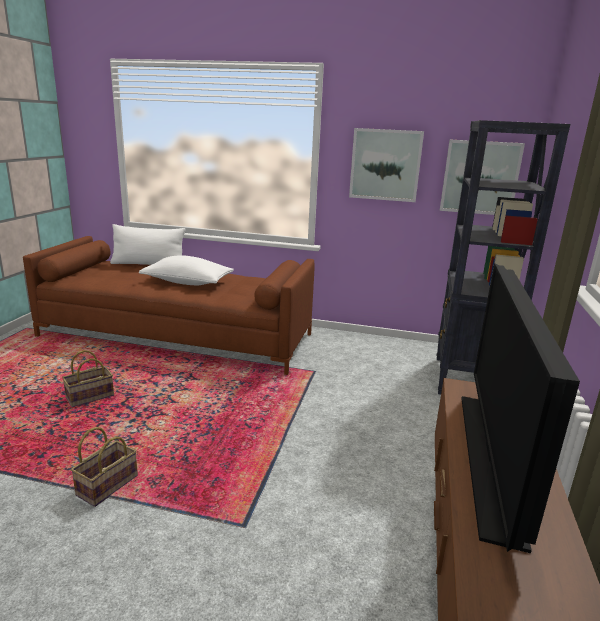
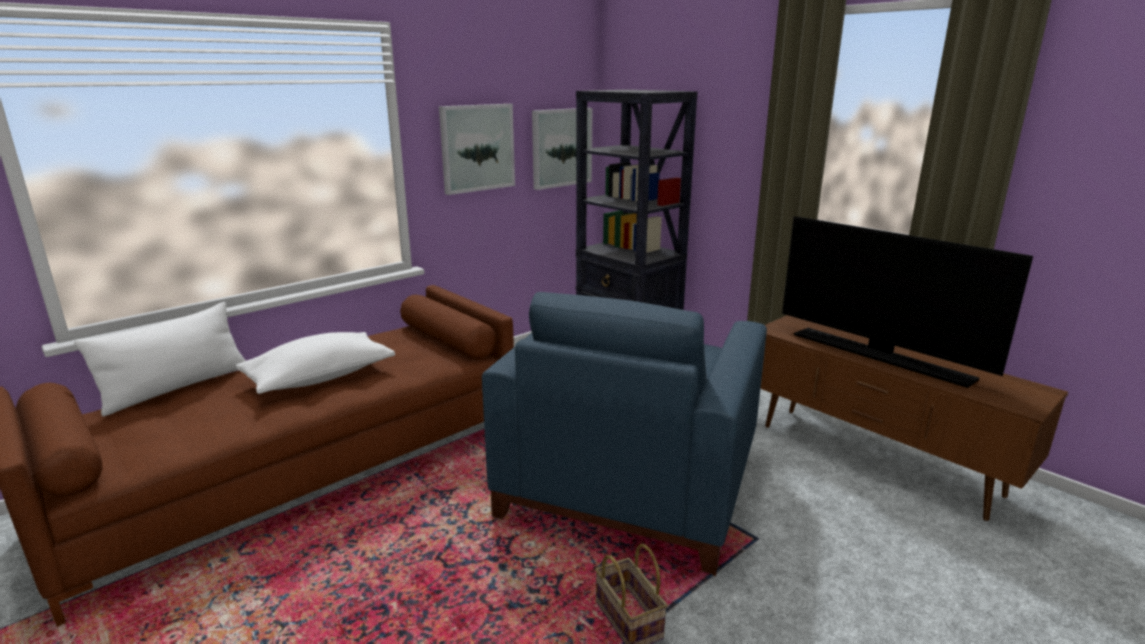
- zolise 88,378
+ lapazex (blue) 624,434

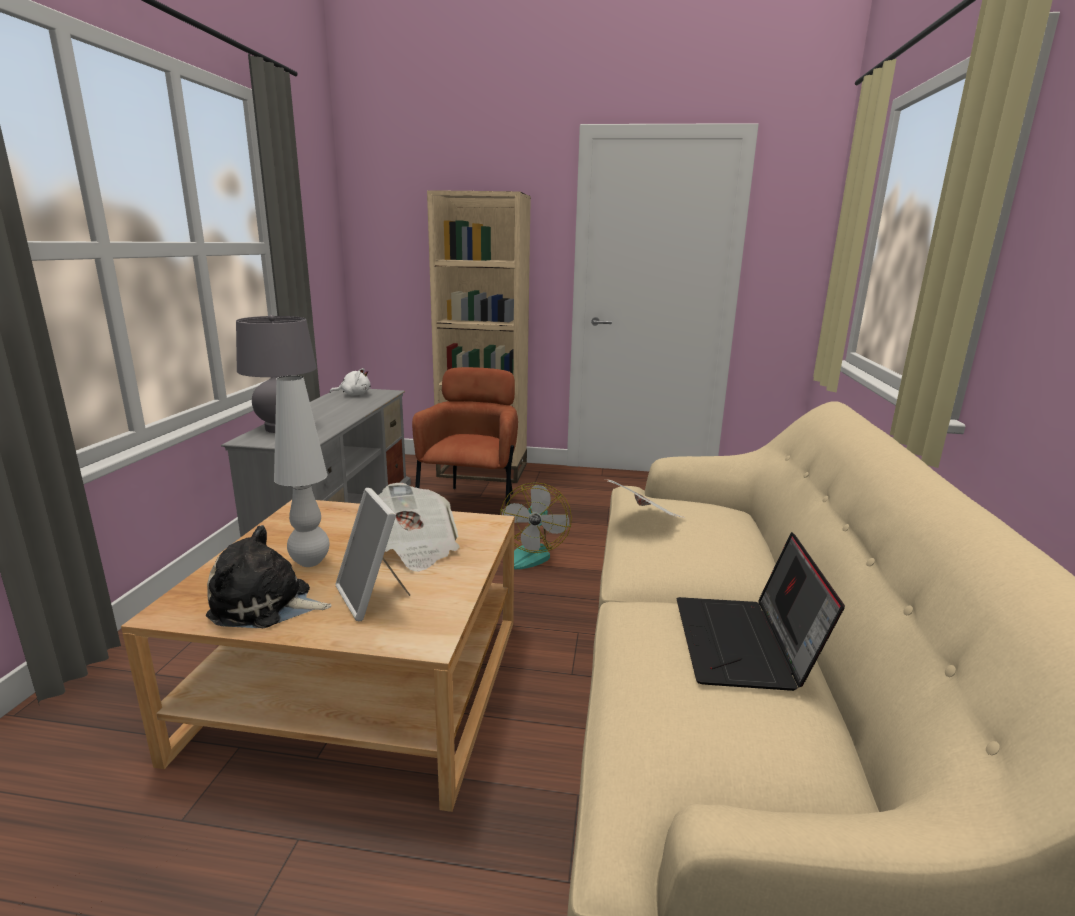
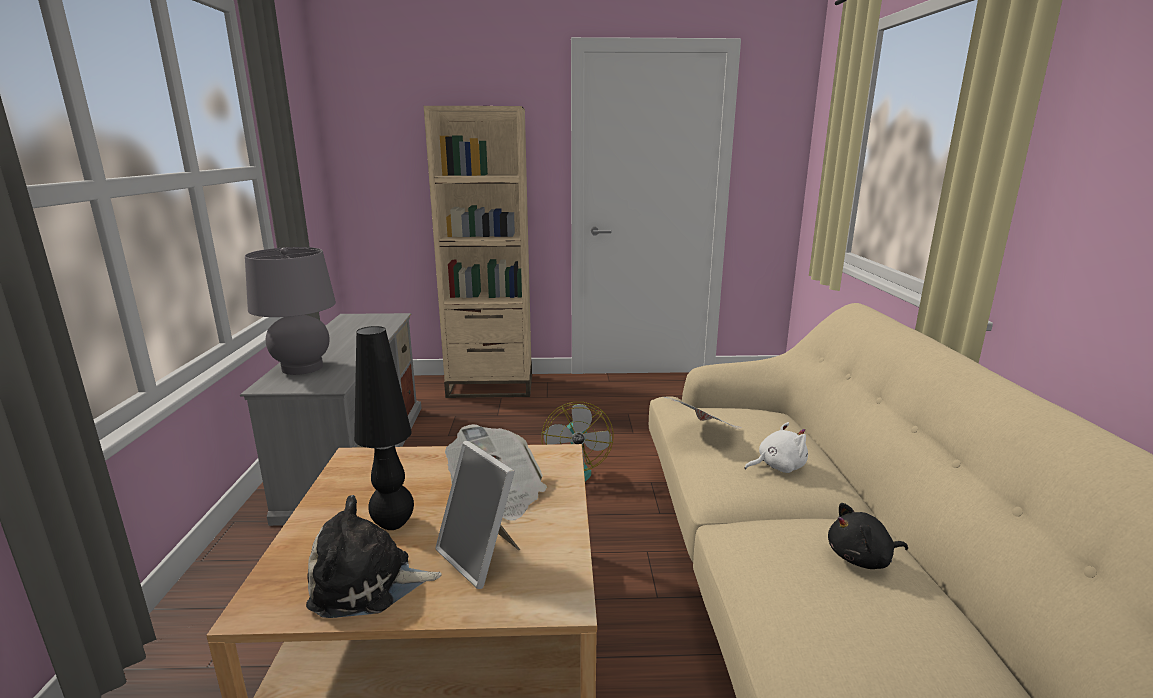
- lapazex (brown) 465,436
~ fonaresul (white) 350,381 to 776,447
~ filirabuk 760,611 to fonaresul (black) 868,536
~ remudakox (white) 301,471 to remudakox (black) 384,428

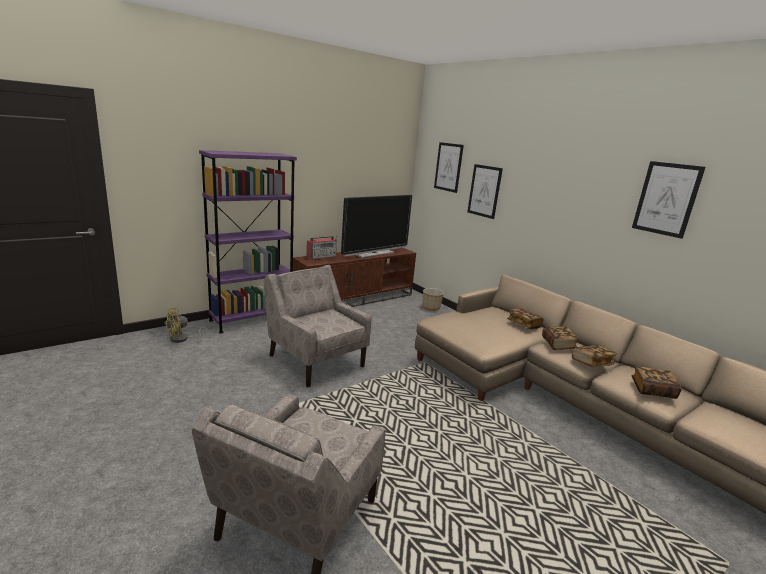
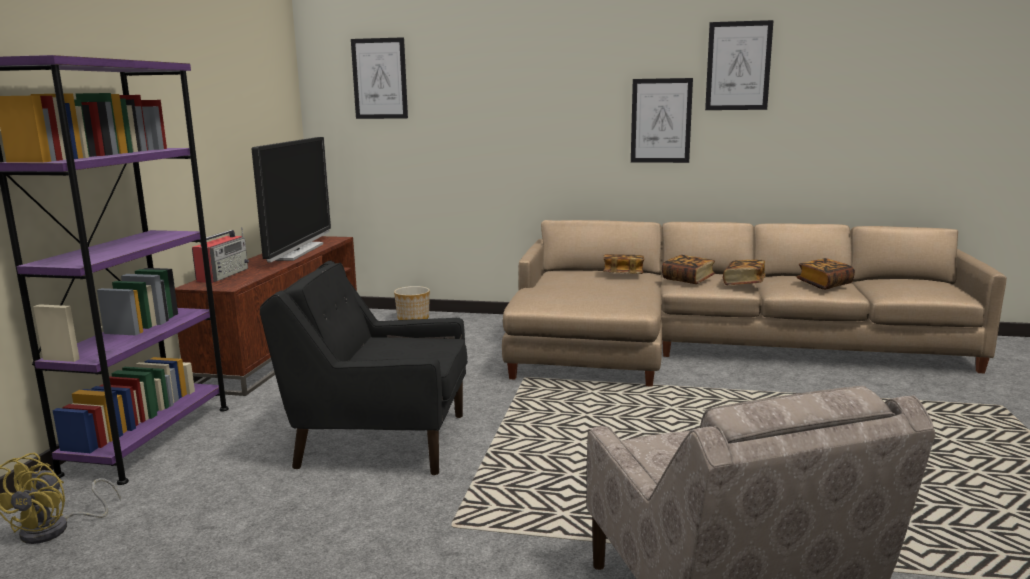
~ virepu 485,191 to 662,120
~ lapazex (beige) 317,326 to lapazex (black) 364,367

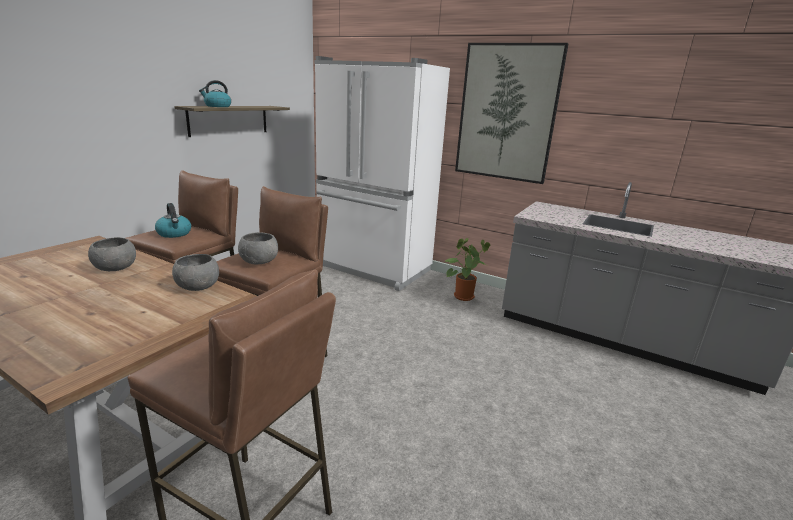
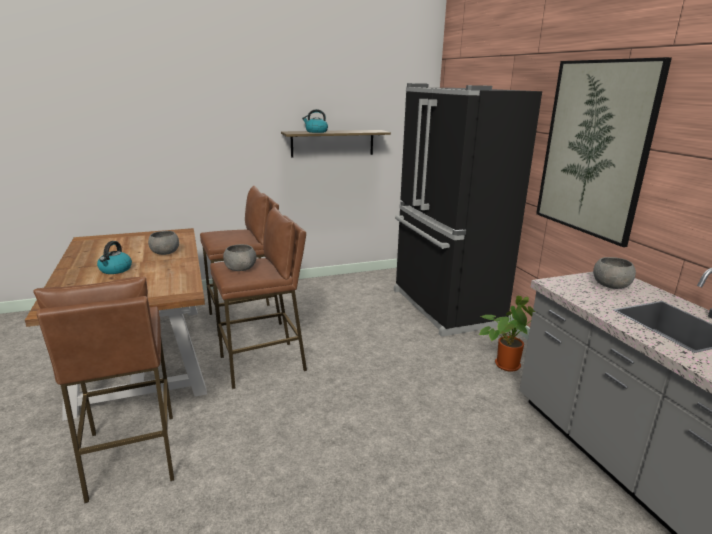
~ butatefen 173,220 to 114,257
~ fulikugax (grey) 195,272 to 614,273
~ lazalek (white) 382,173 to lazalek (black) 468,210

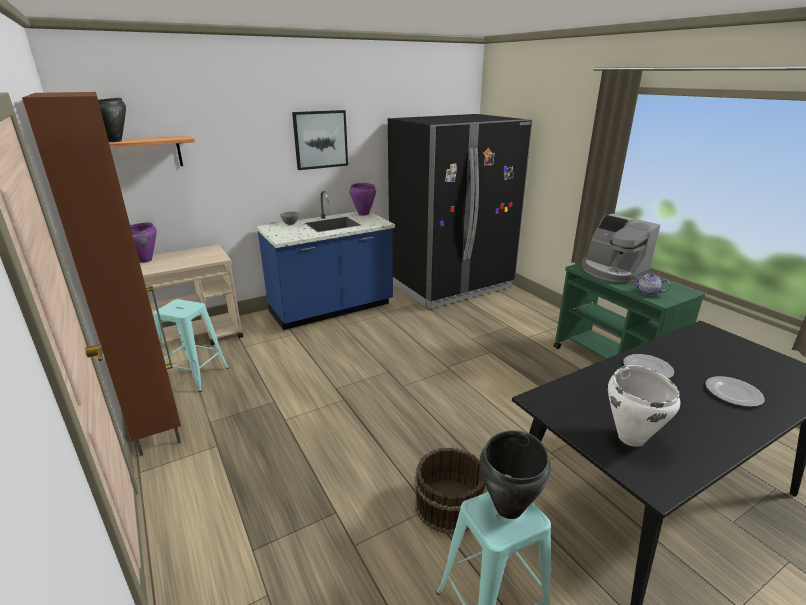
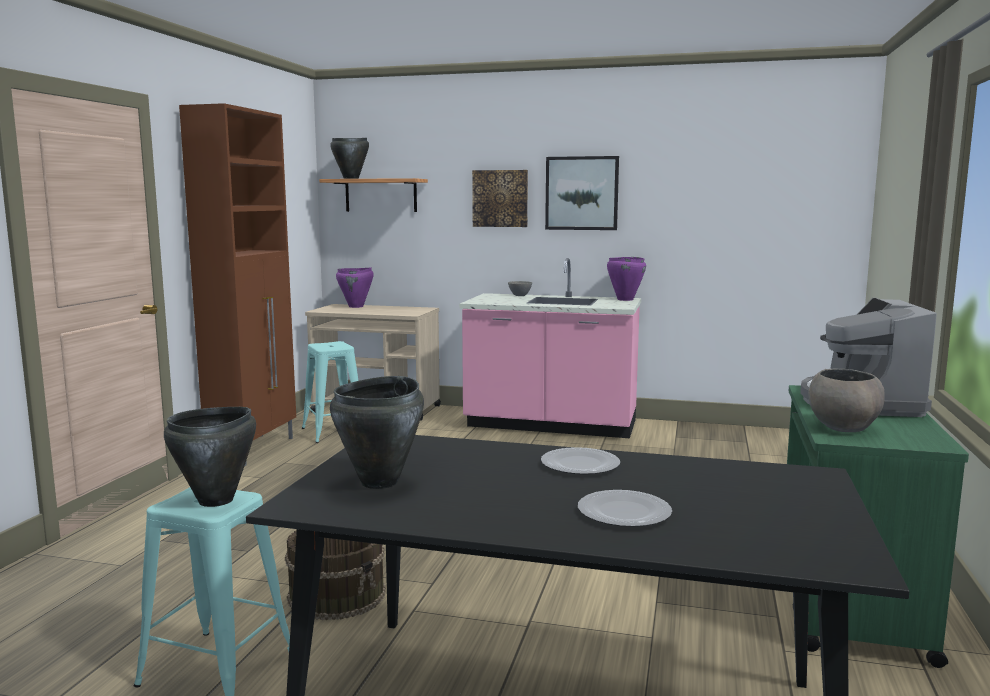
- lazalek (black) 460,211
+ virepu 500,198
~ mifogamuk 651,284 to fulikugax (grey) 846,400
~ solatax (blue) 325,260 to solatax (pink) 550,348
~ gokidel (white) 644,406 to gokidel (black) 377,432

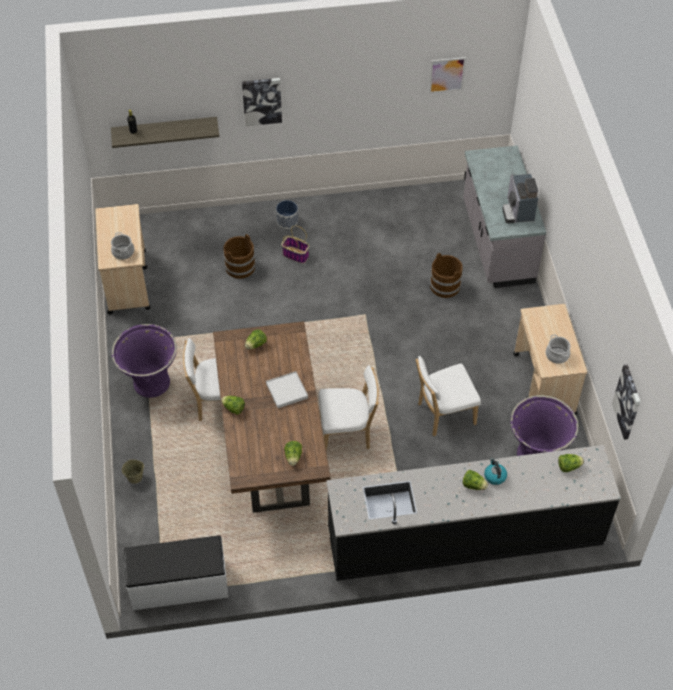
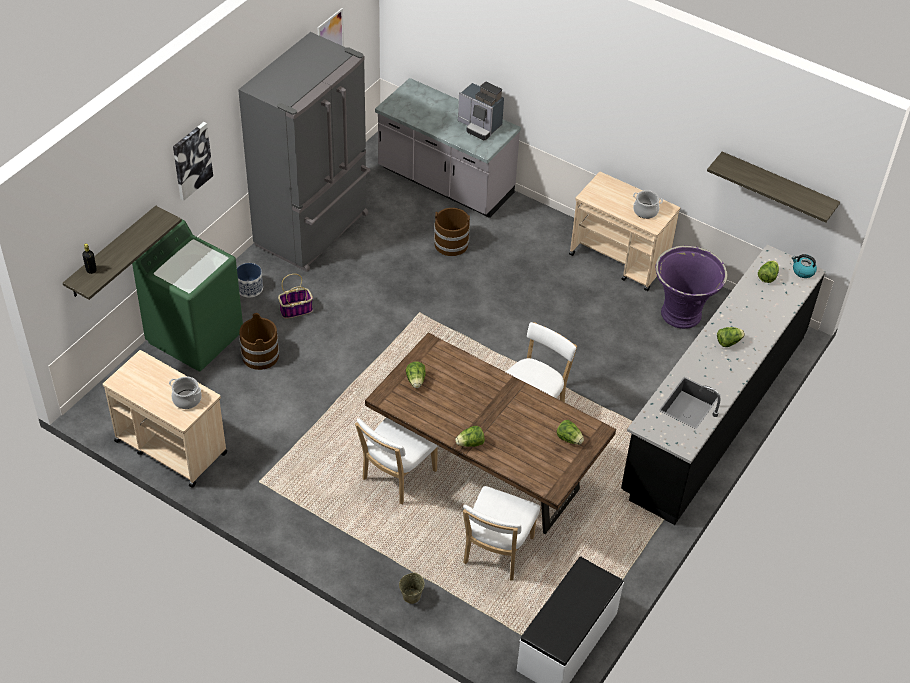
- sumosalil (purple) 144,361
- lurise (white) 287,389
+ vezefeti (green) 187,295
+ lazalek (grey) 304,152
~ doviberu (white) 448,396 to 501,533
~ butatefen 495,471 to 804,266
~ virepu 626,402 to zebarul 773,187

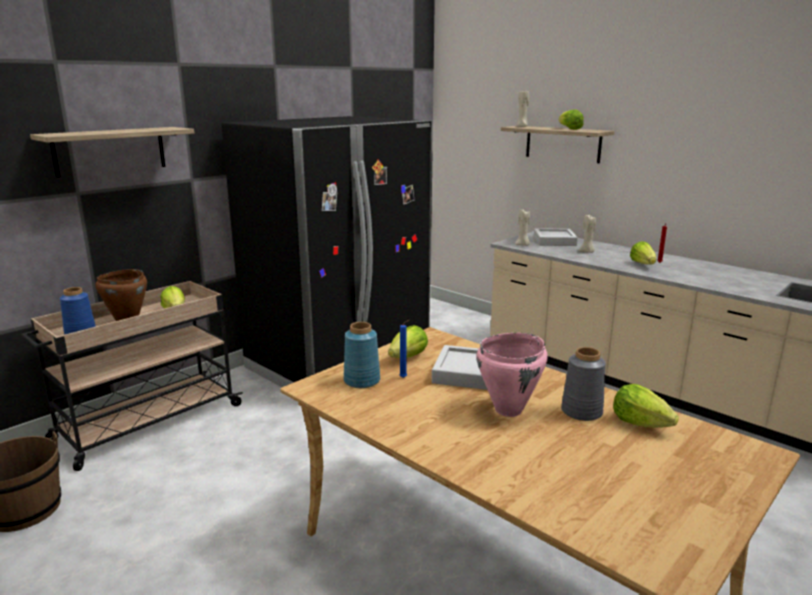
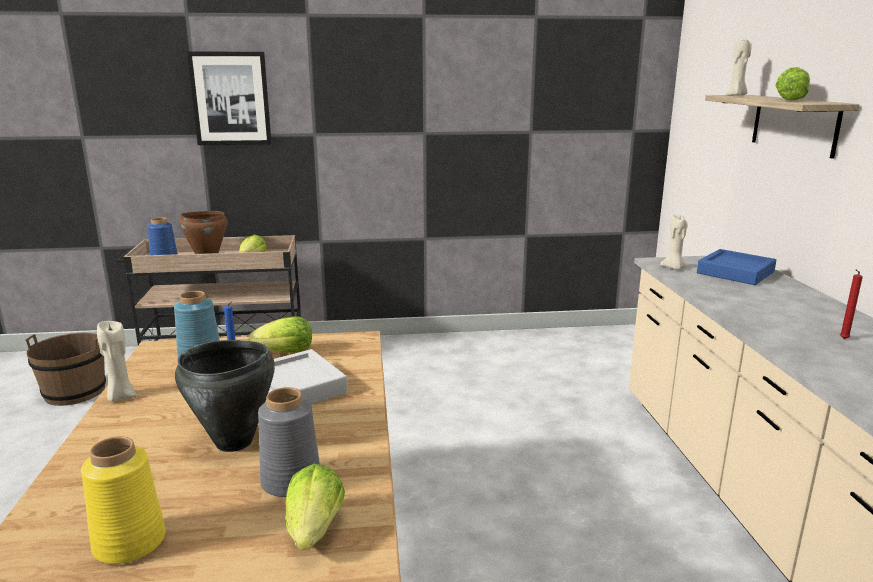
- lazalek (black) 326,251
- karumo 643,252
+ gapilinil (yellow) 123,500
~ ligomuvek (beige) 587,234 to 117,361
~ zebarul 112,152 to virepu 229,98
~ gokidel (pink) 512,375 to gokidel (black) 225,396
~ lurise (grey) 556,237 to lurise (blue) 736,267

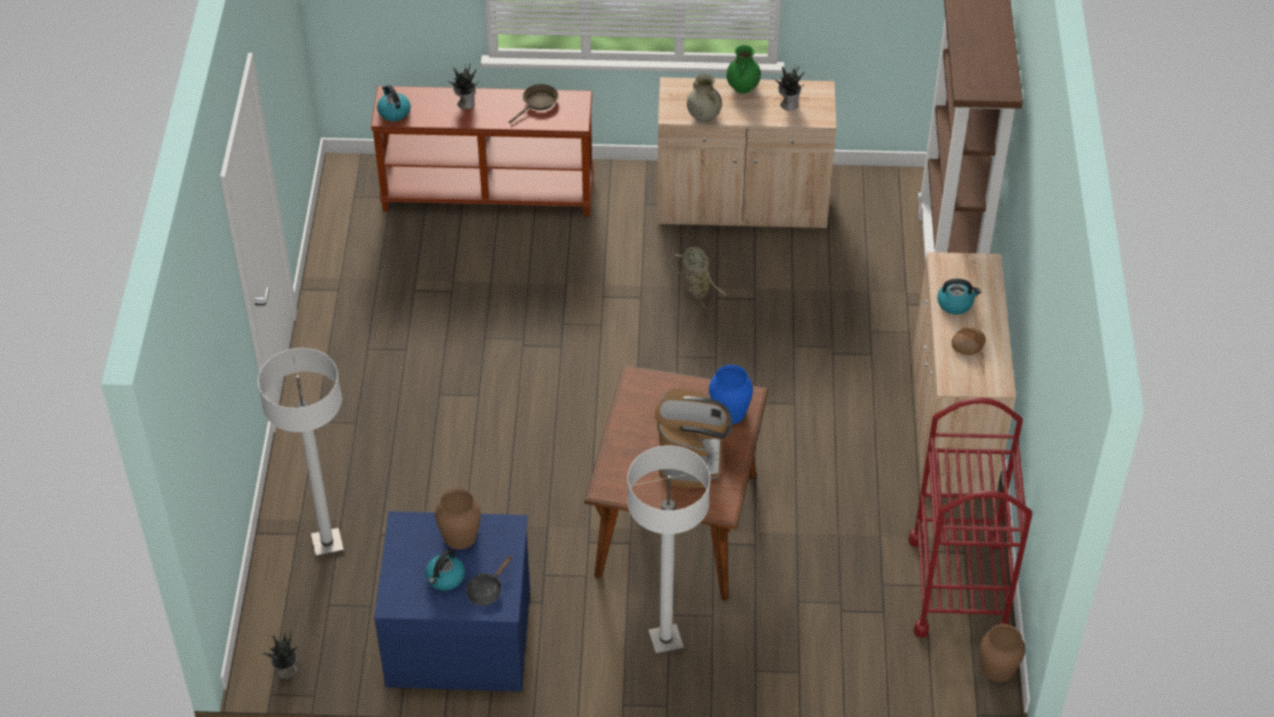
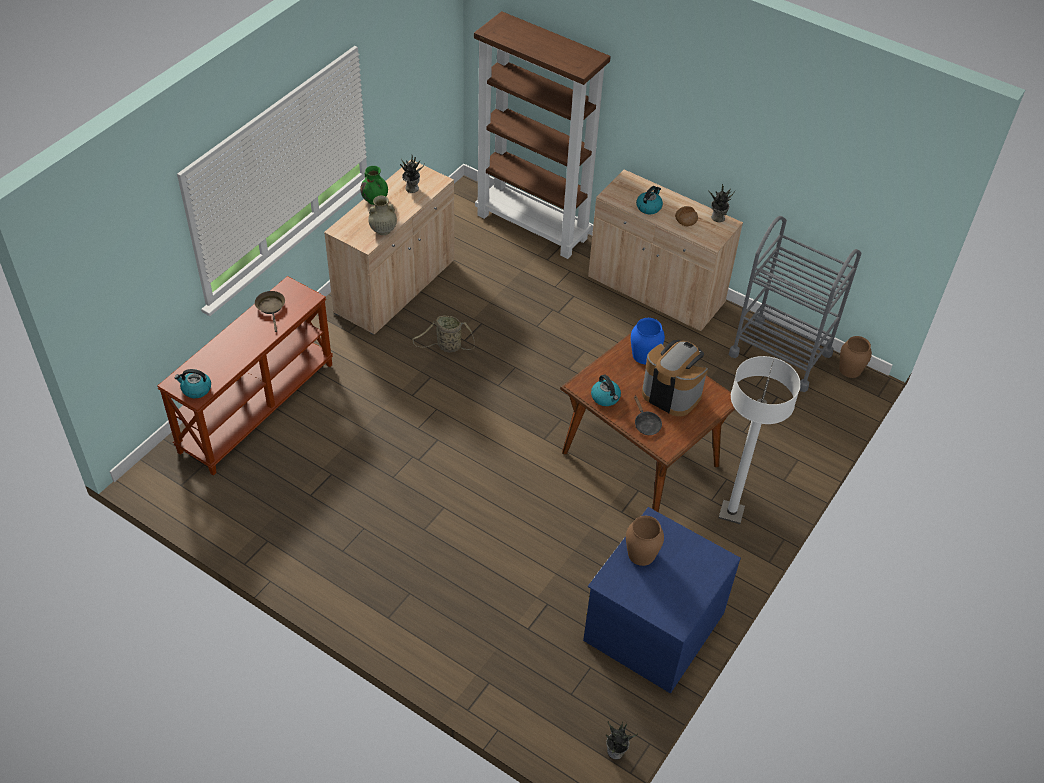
- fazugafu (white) 301,453
~ butatefen 445,570 to 606,390
~ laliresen 462,88 to 721,203
~ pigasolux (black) 489,581 to 648,415
~ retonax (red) 970,518 to retonax (grey) 795,304

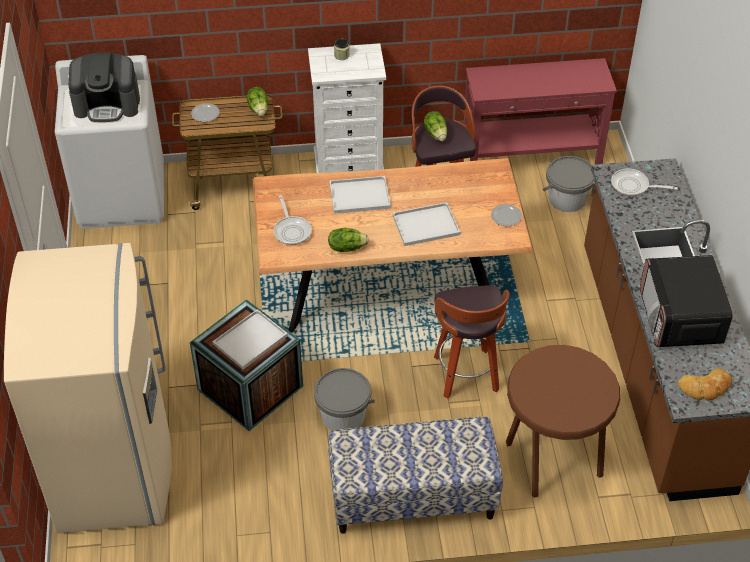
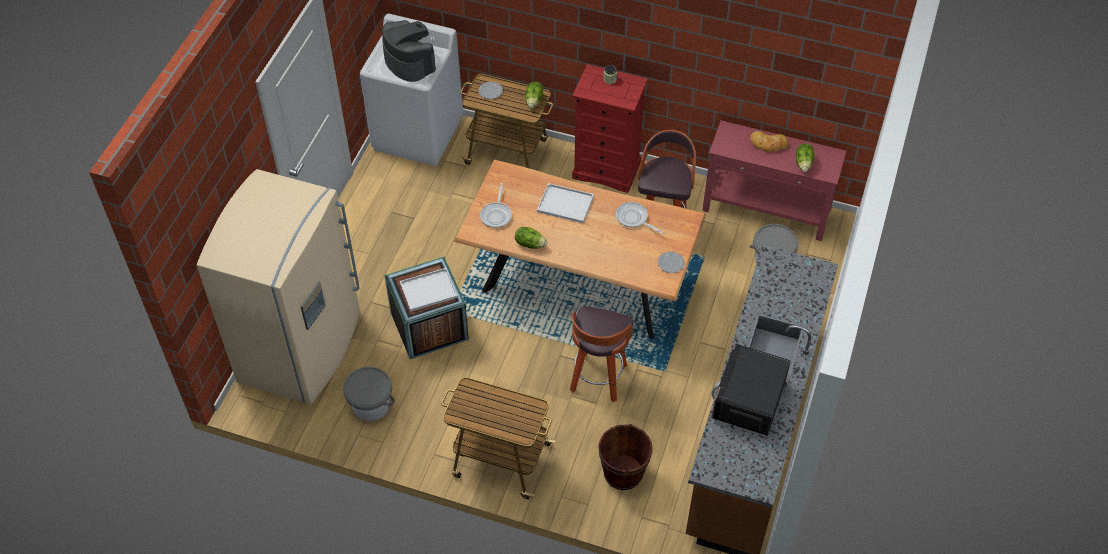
- lurise (white) 426,224
~ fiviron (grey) 344,399 to 369,394
~ karumo 435,126 to 805,157
~ pigasolux 644,182 to 639,218
~ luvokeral 705,384 to 769,141
~ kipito 415,475 to retonax 498,438
~ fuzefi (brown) 563,421 to fiviron (brown) 625,457
~ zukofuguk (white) 347,108 to zukofuguk (red) 610,128
~ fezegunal 104,87 = 409,51 150 degrees counterclockwise

